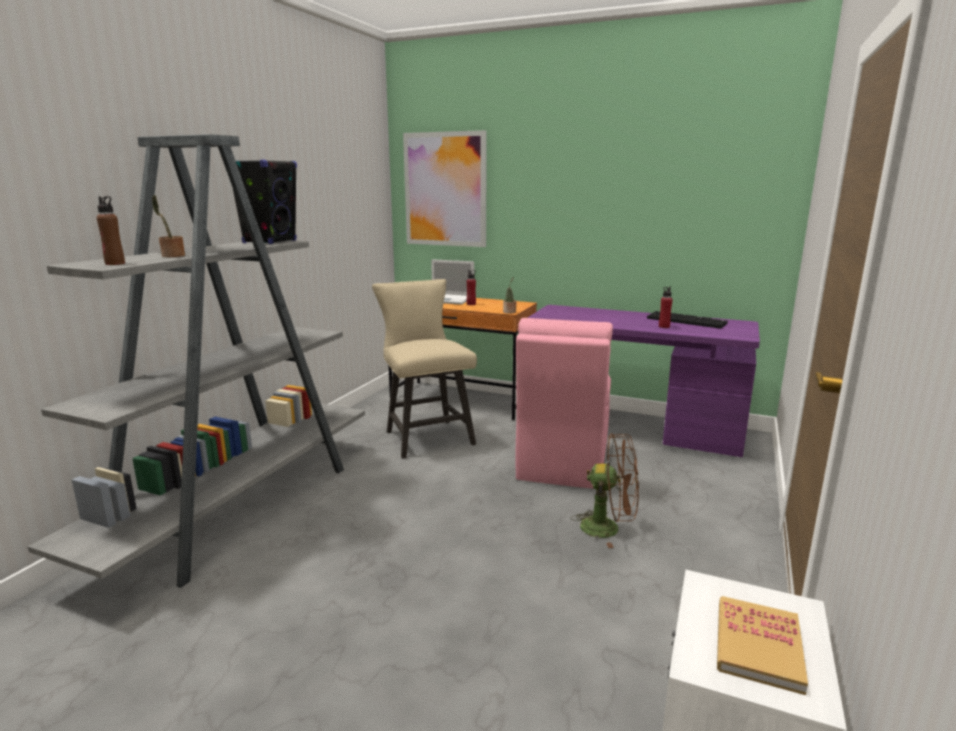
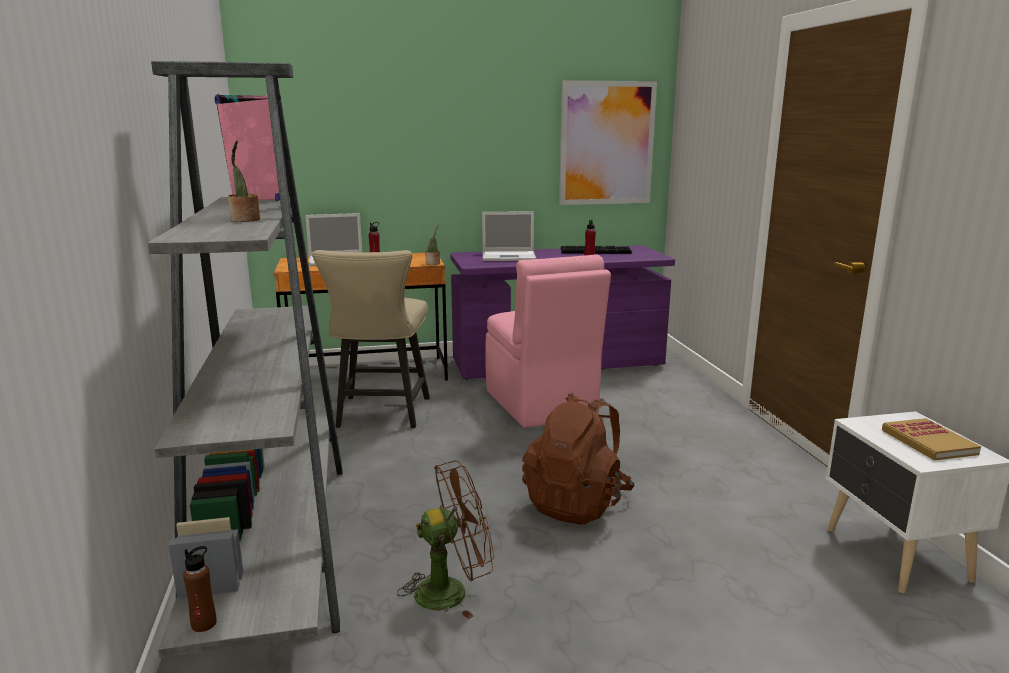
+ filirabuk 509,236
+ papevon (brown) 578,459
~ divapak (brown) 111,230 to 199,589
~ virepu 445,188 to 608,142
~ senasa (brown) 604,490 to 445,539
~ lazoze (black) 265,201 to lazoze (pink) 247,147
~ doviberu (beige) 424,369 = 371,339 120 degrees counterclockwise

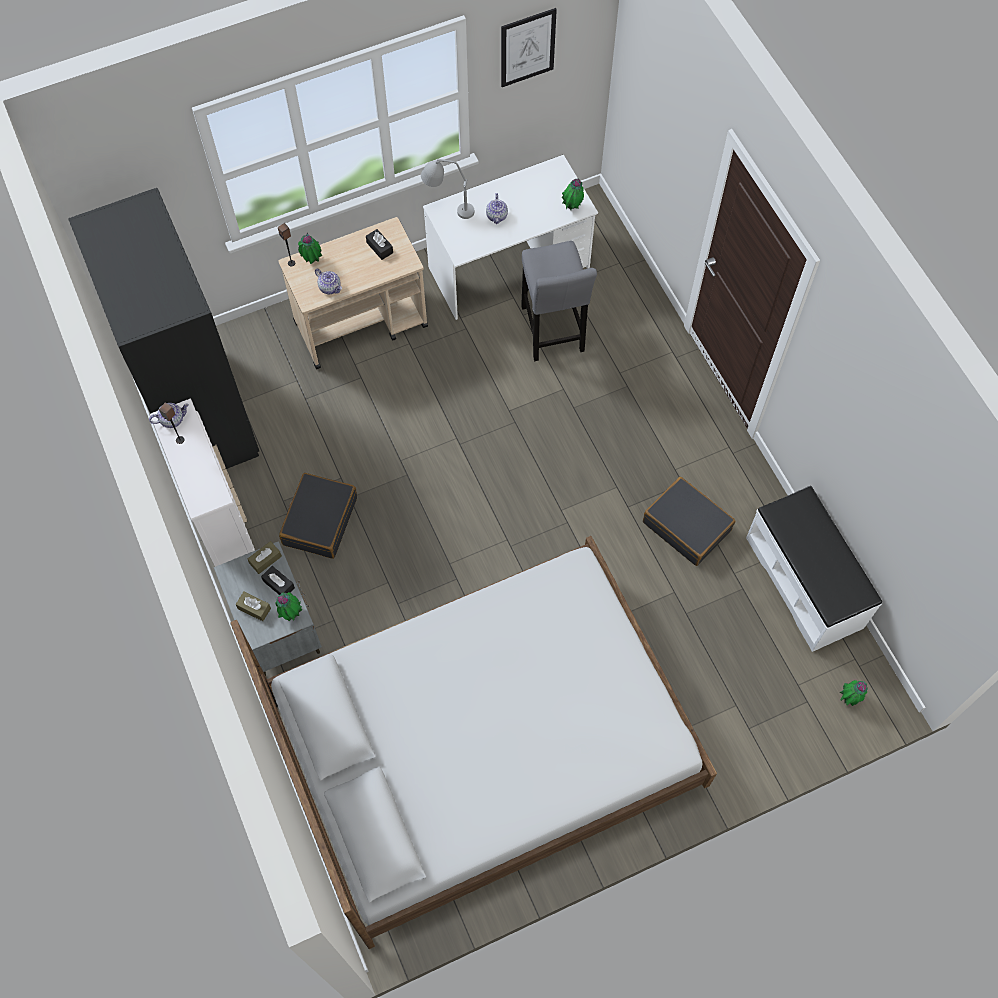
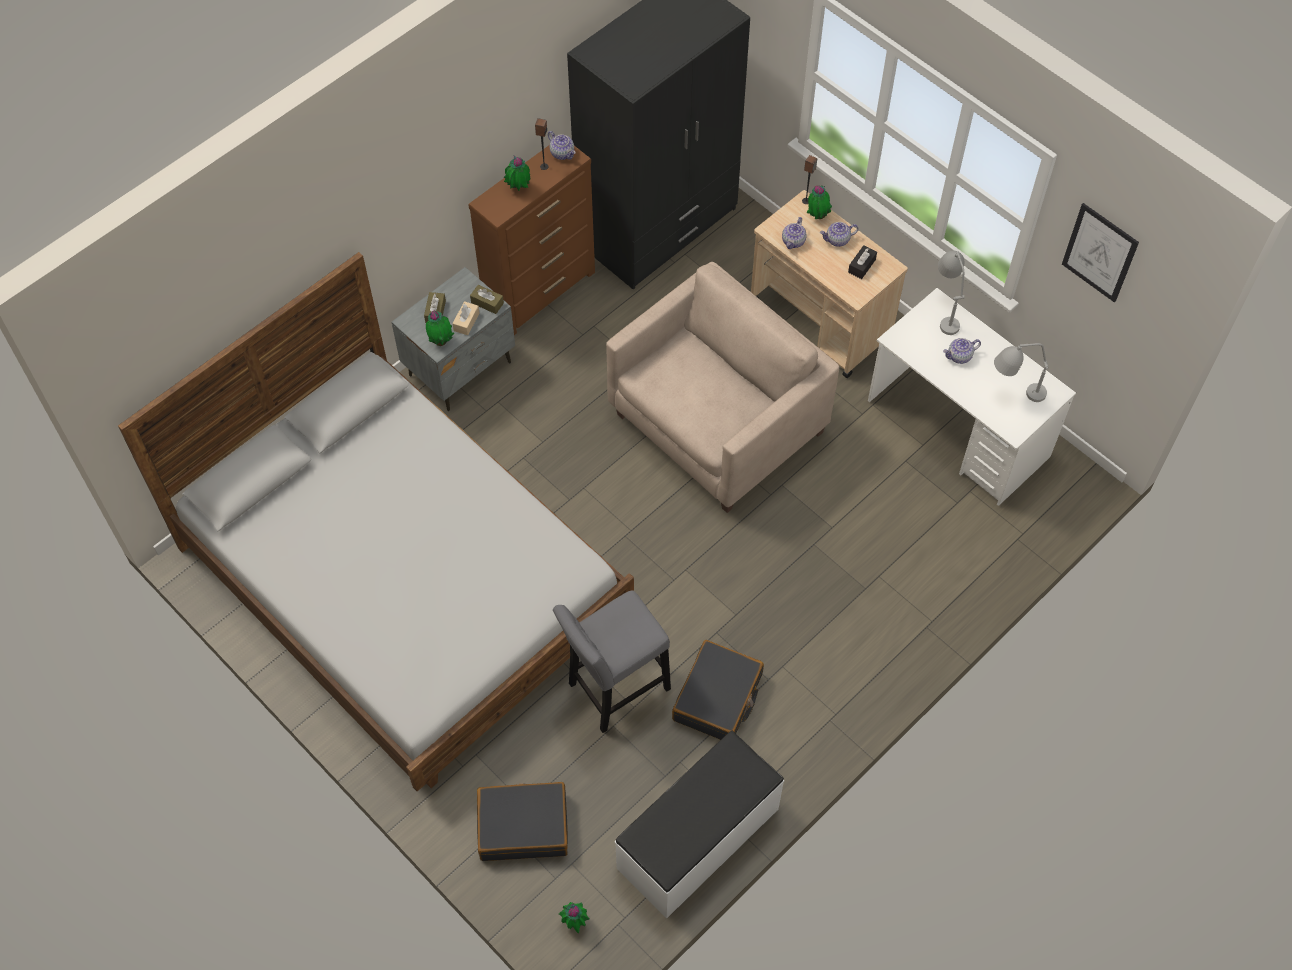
+ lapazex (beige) 722,387
+ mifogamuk 839,234
+ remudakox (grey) 1021,372
~ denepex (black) 318,516 to 522,821
~ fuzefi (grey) 559,301 to 612,661
~ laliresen 573,194 to 517,173
~ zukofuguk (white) 202,483 to zukofuguk (brown) 531,240
~ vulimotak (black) 278,580 to vulimotak (beige) 465,318

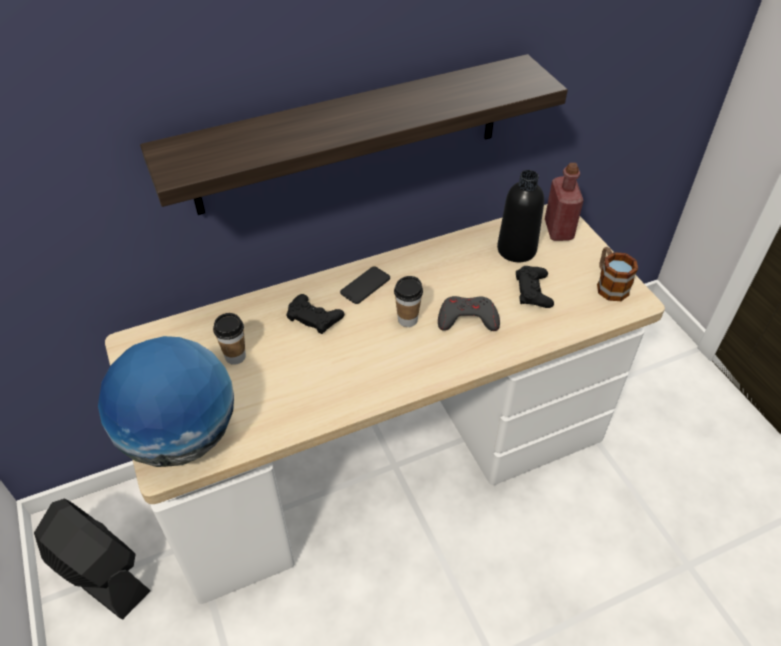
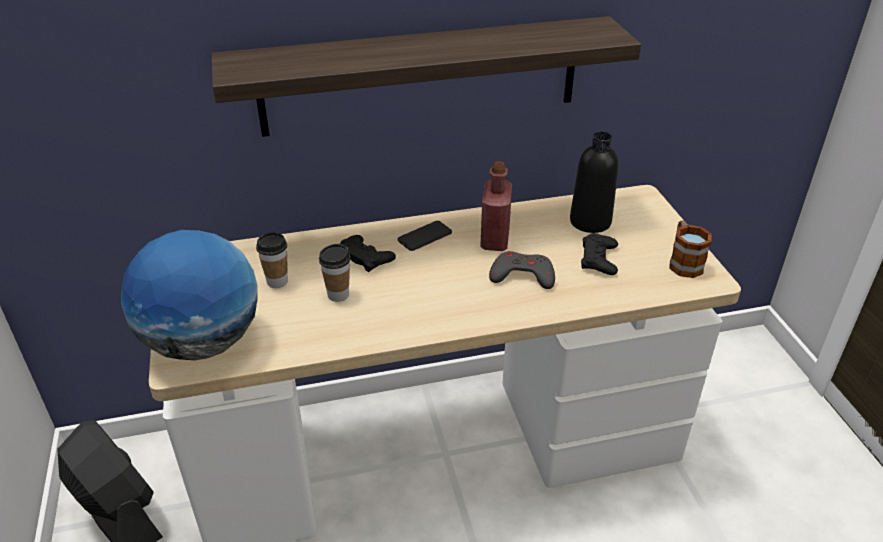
~ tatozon 408,301 to 334,273
~ divapak (red) 564,202 to 496,206

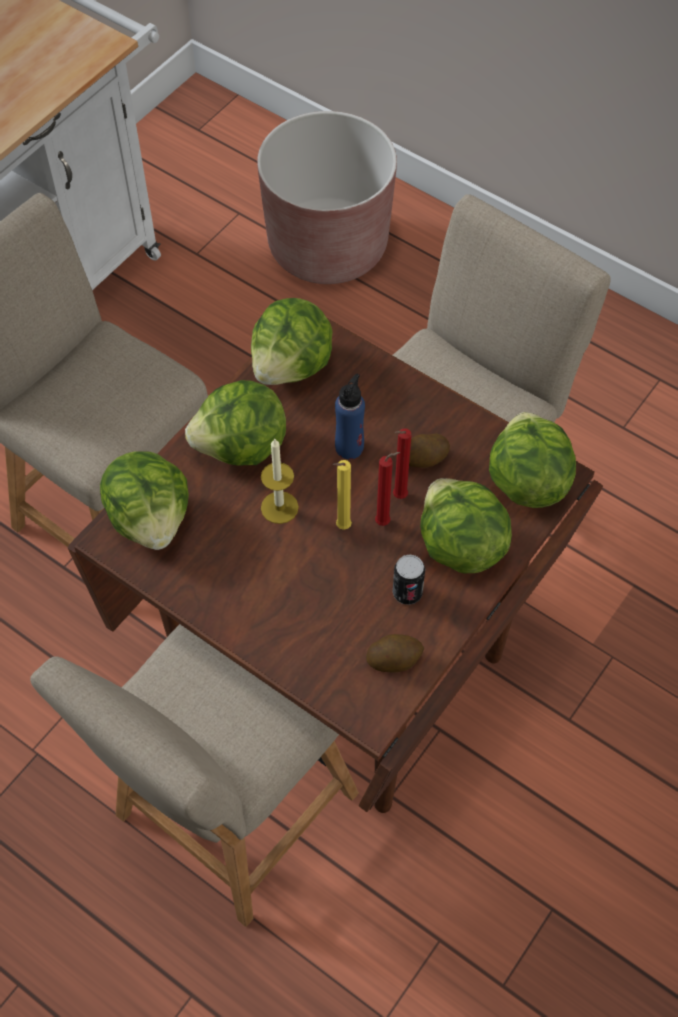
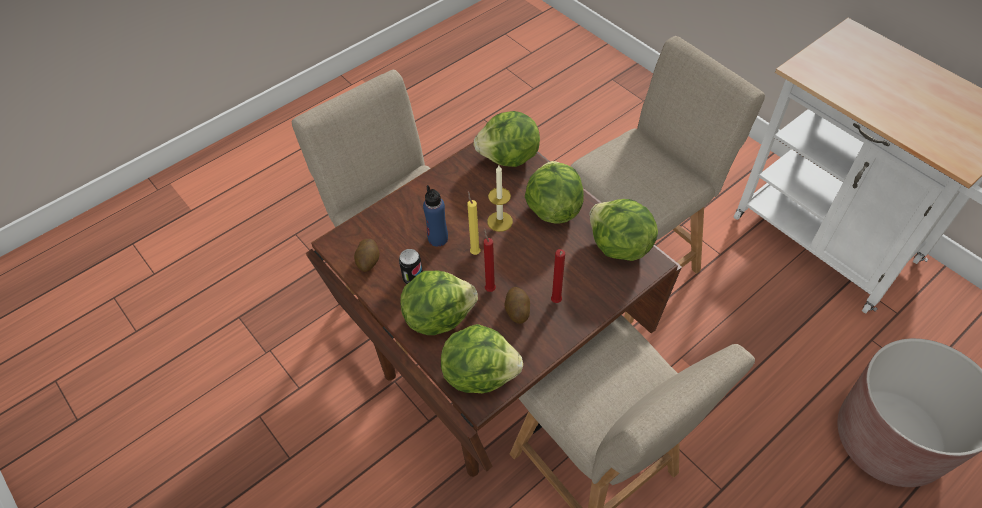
~ divapak (blue) 350,416 to 435,216
~ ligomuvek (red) 387,489 to 558,276

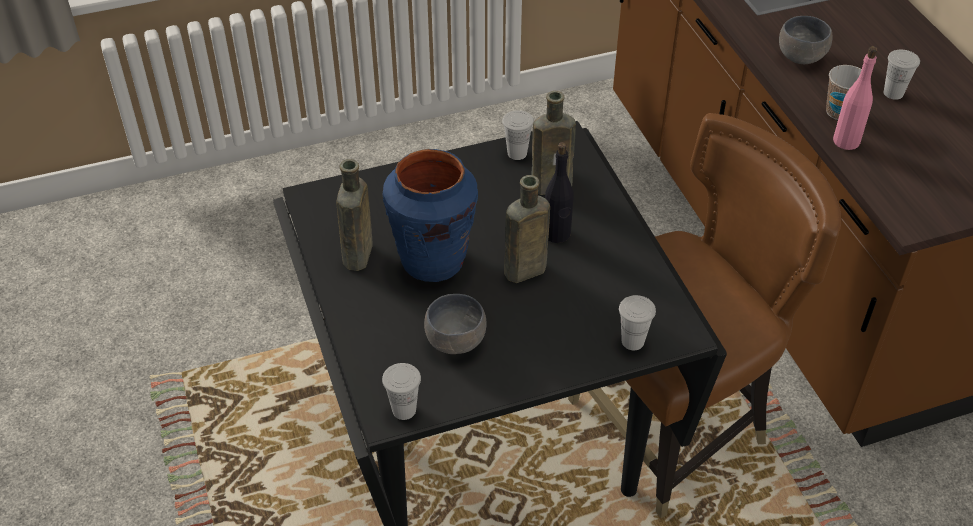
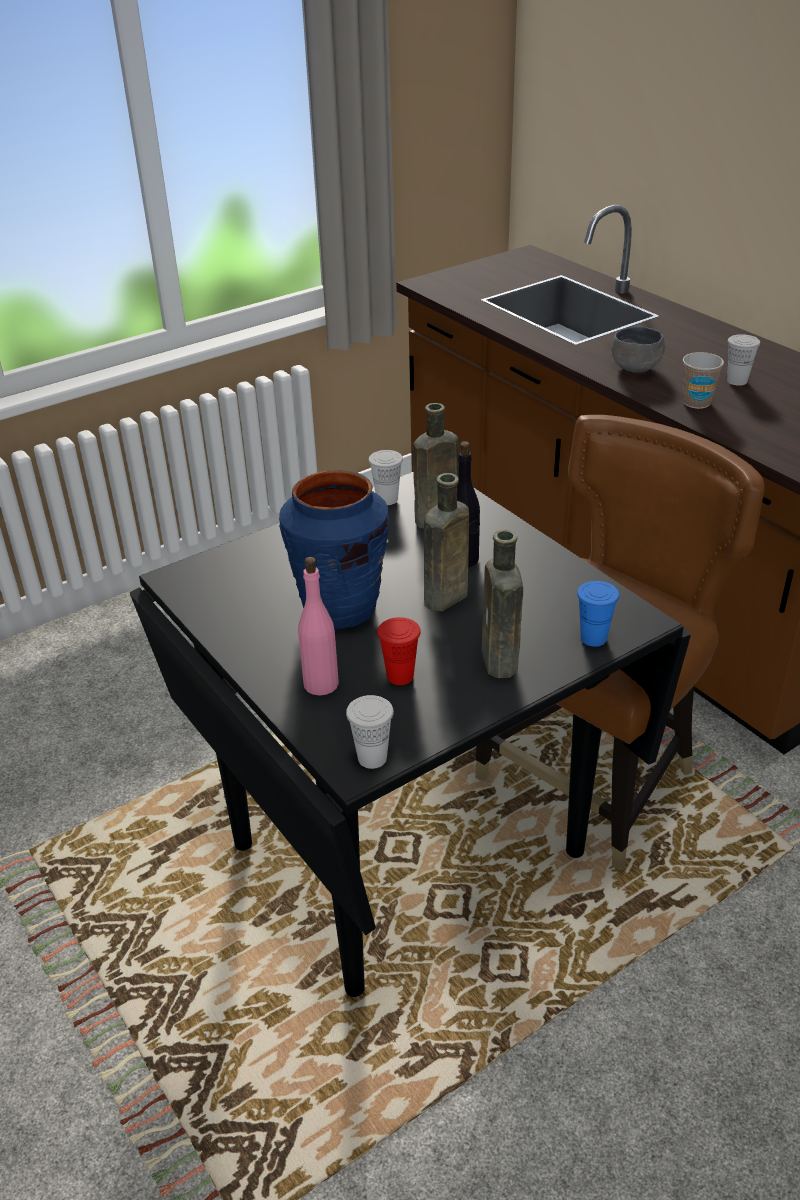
~ divapak (brown) 354,215 to 502,604
~ divapak (pink) 855,98 to 318,626
~ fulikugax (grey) 455,324 to tatozon (red) 399,651
~ tatozon (white) 637,322 to tatozon (blue) 598,614

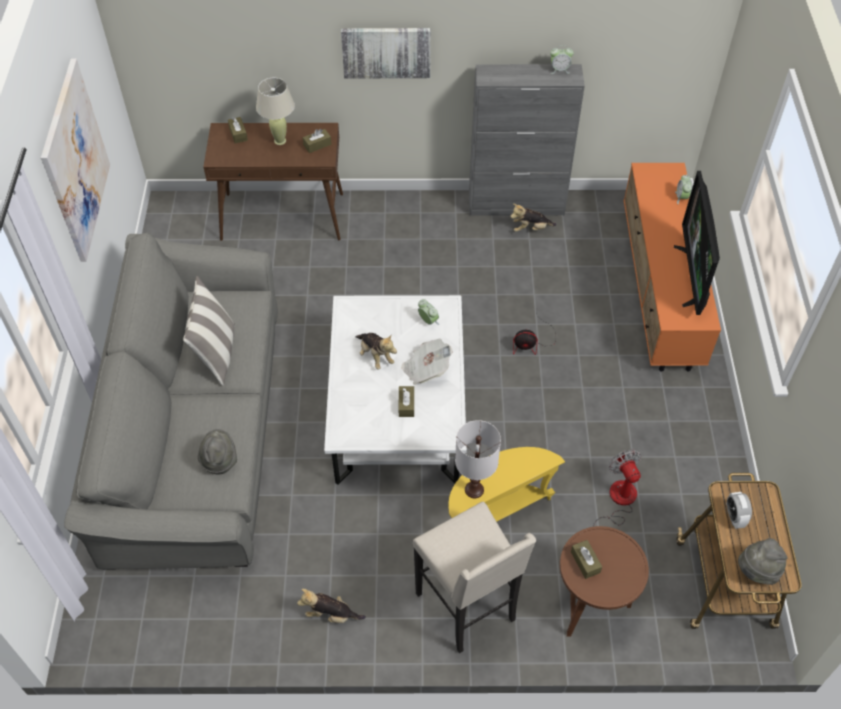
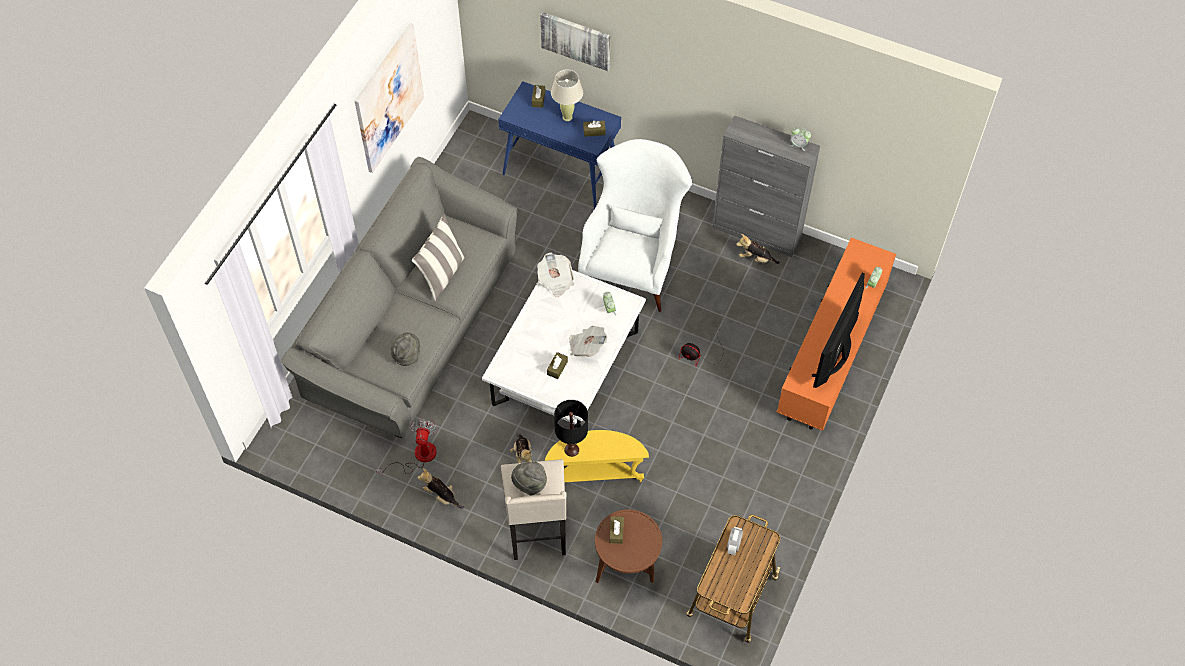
+ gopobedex 555,274
+ lapazex (white) 635,225
~ virepu 386,53 to 575,41
~ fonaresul 376,351 to 521,448
~ senasa 617,488 to 407,446
~ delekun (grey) 763,561 to 529,479
~ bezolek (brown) 273,182 to bezolek (blue) 559,145
~ remudakox (white) 478,459 to remudakox (black) 571,428

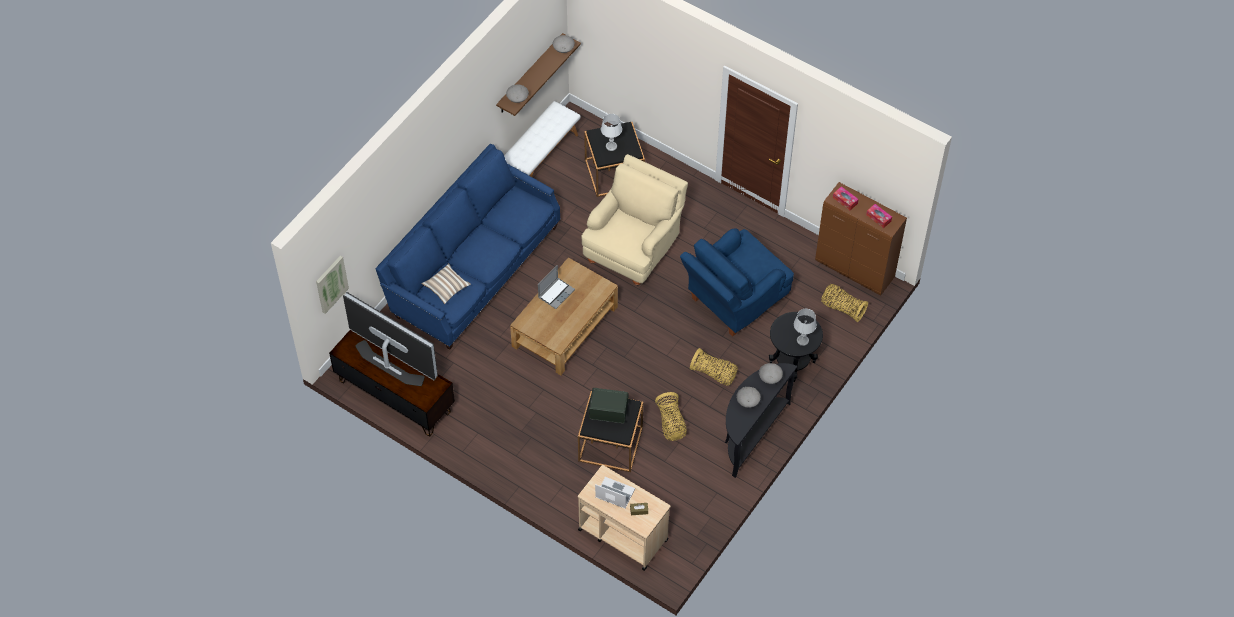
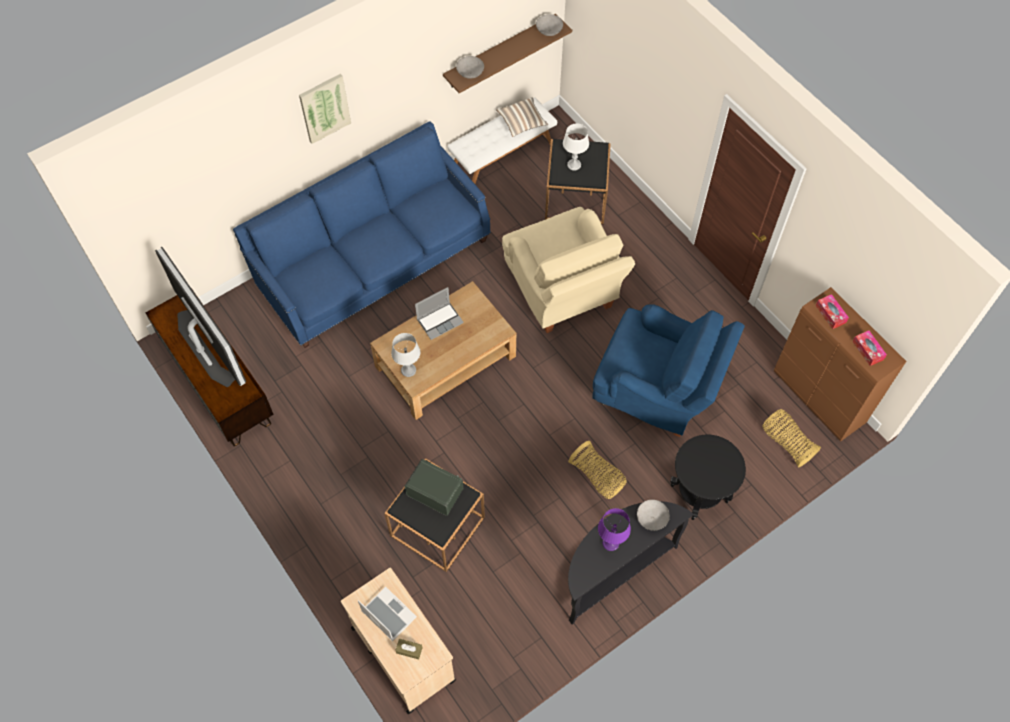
- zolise 671,416
~ virepu 332,285 to 325,109
~ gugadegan 446,283 to 522,117
~ remudakox (grey) 805,327 to 405,355
~ fulikugax (grey) 749,397 to remudakox (purple) 614,529
~ lapazex (beige) 635,219 = 568,270 105 degrees clockwise
~ lapazex (blue) 737,282 = 668,370 135 degrees counterclockwise

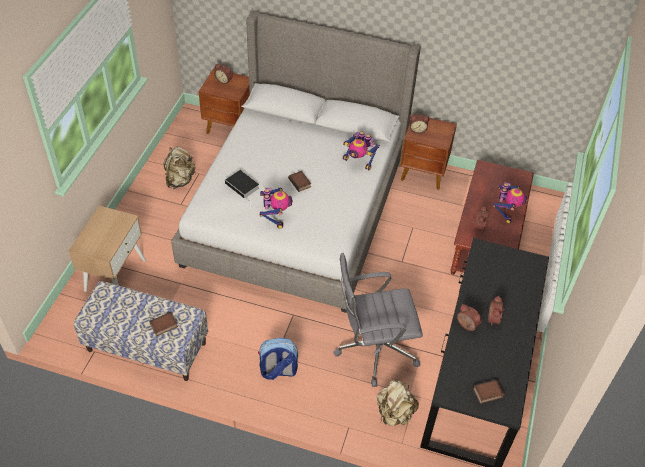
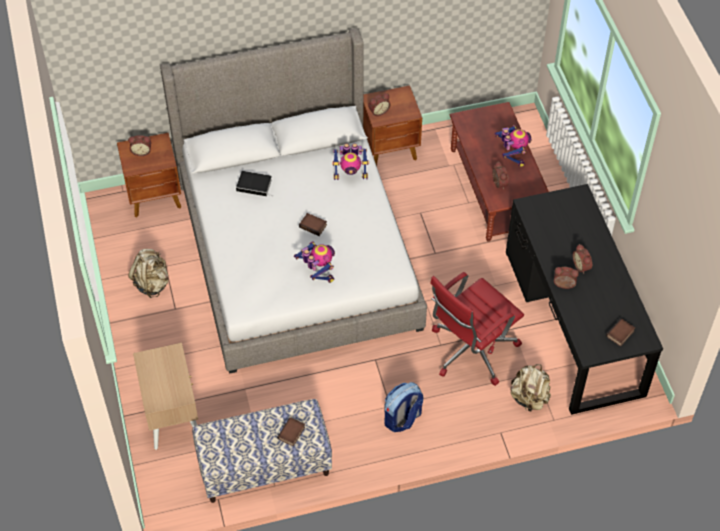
~ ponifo 242,185 to 254,183
~ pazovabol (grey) 378,320 to pazovabol (red) 477,329

